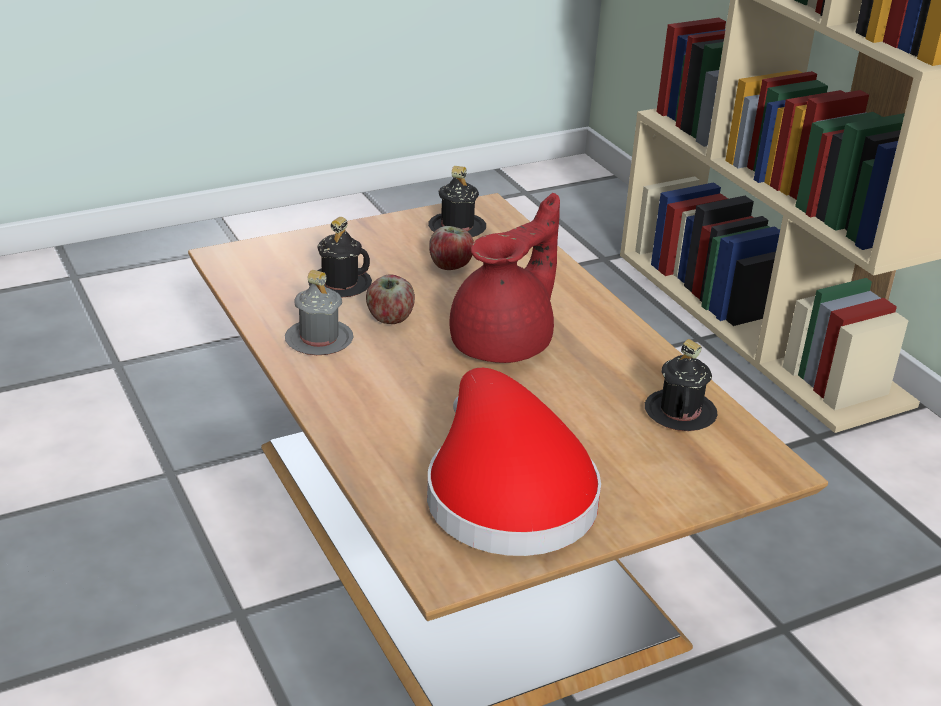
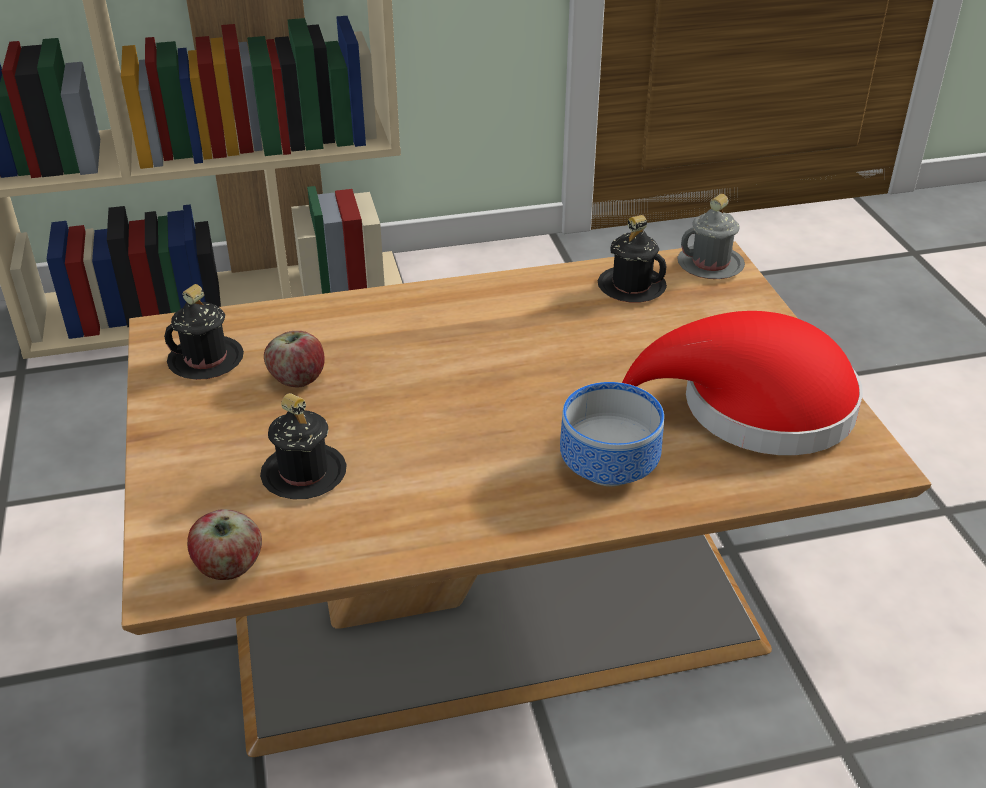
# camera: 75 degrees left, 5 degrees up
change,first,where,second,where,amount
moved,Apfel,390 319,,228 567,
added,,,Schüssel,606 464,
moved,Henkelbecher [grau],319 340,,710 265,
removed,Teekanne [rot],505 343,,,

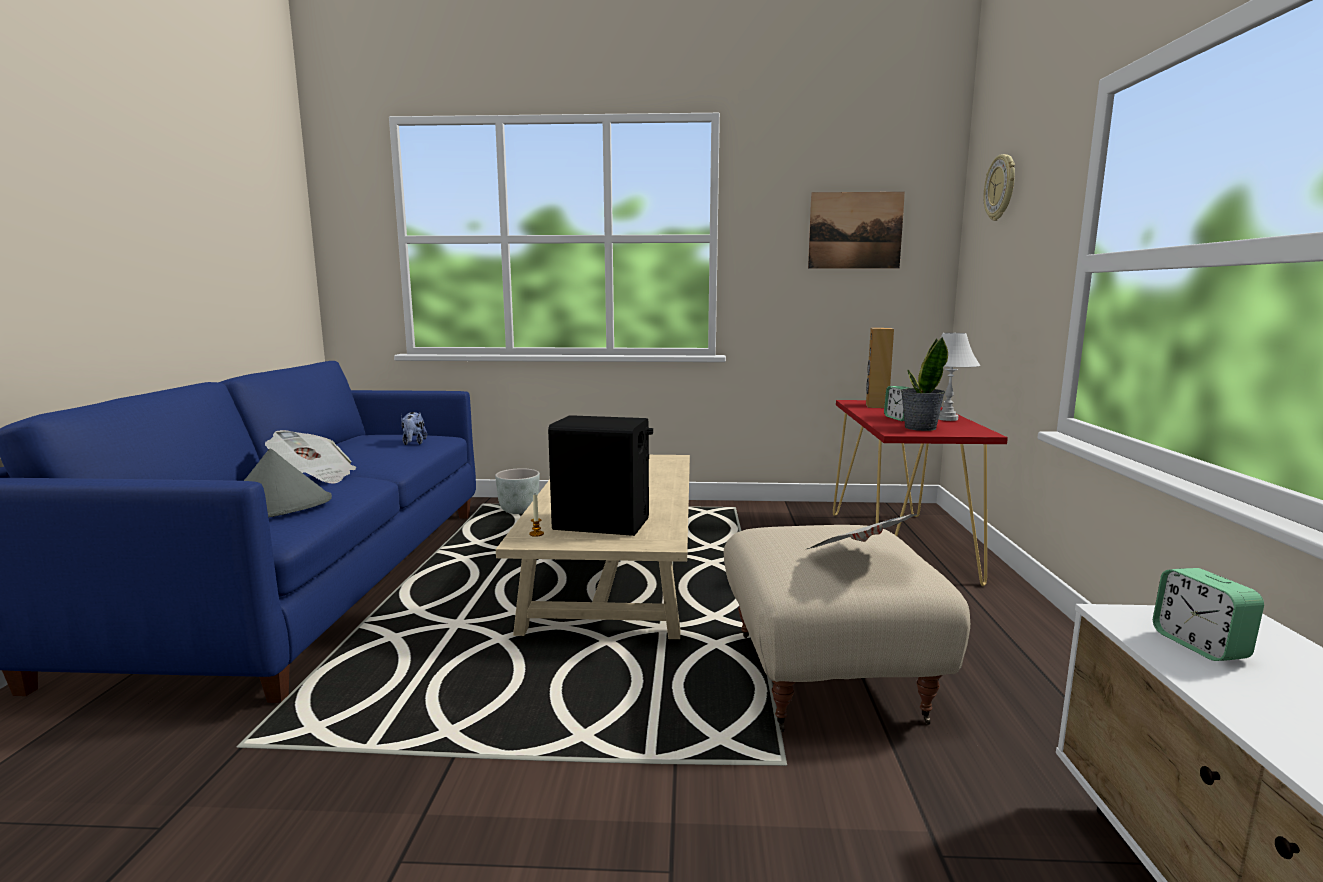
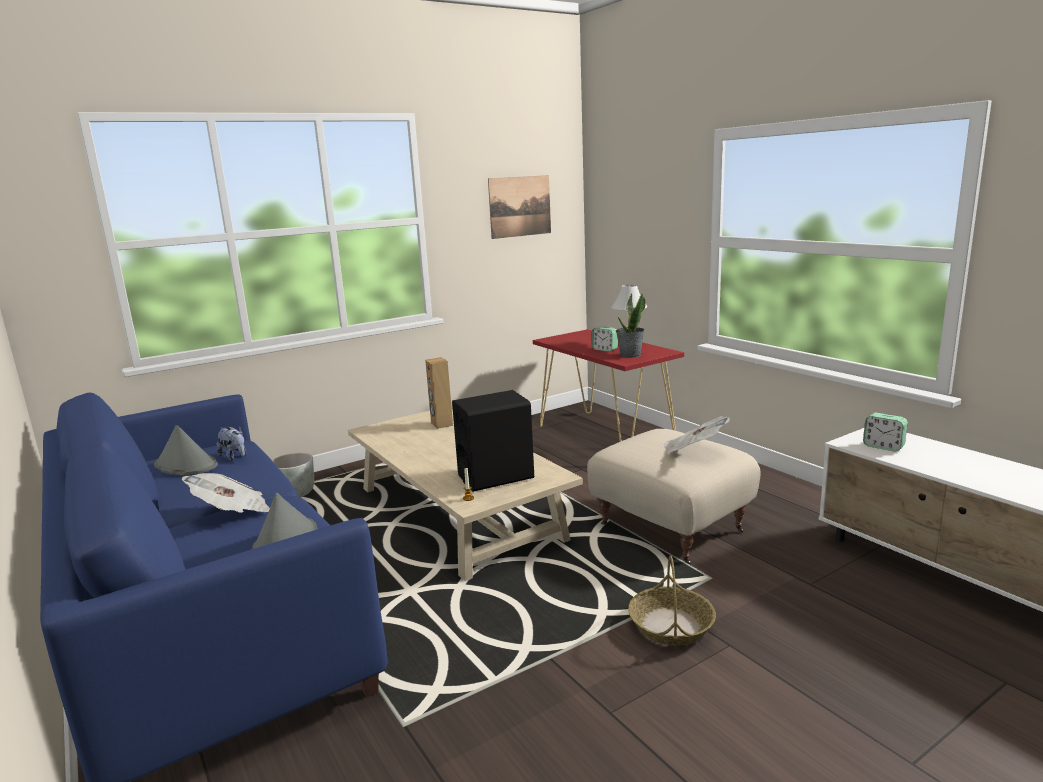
# camera: 35 degrees left, 5 degrees up
change,first,where,second,where,amount
added,,,Hut [grau],185 465,
moved,Lautsprecher [braun],876 406,,441 424,
added,,,Korb,671 626,
removed,Wanduhr,1001 187,,,

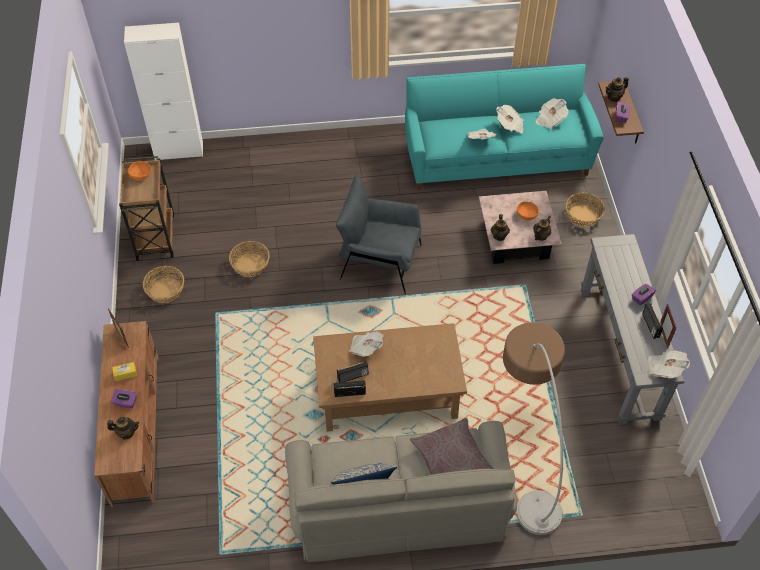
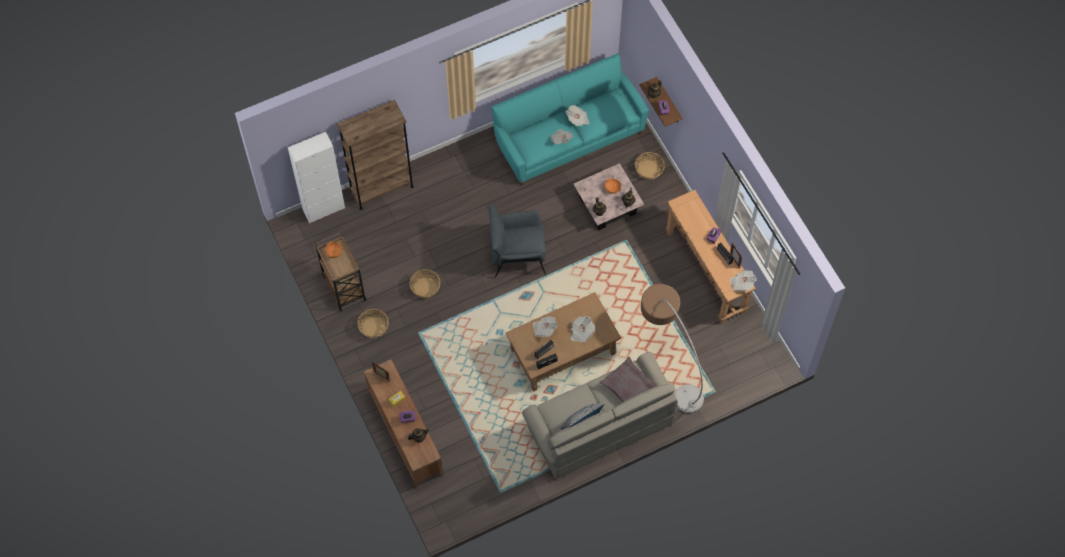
# camera: 20 degrees left, 10 degrees up
change,first,where,second,where,amount
added,,,Bücherregal [braun],381 188,
moved,Zeitung,550 119,,581 332,
recoloured,Konsolentisch [grau],618 352,Konsolentisch [braun],705 271,

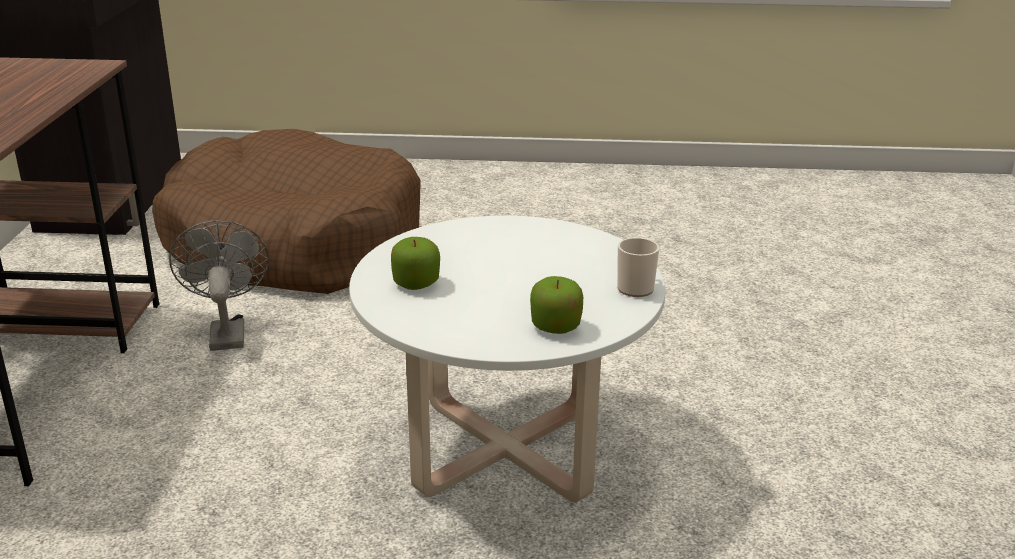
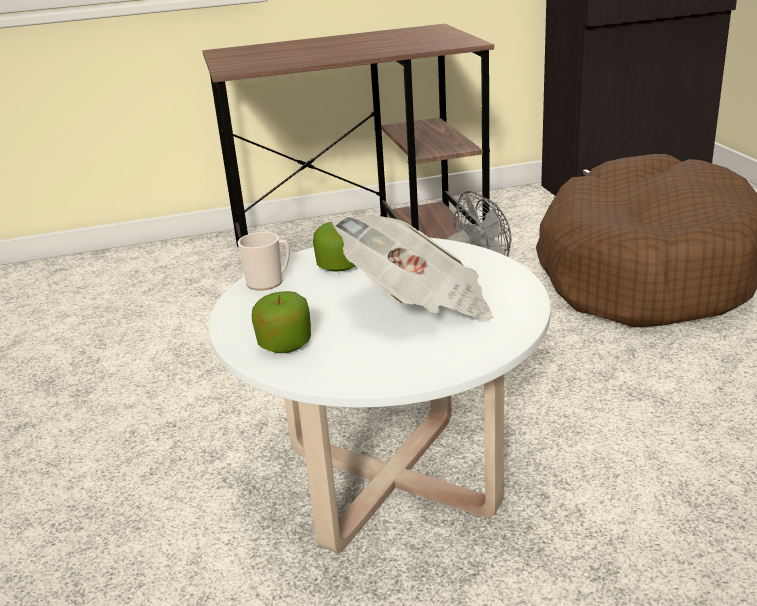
# camera: 75 degrees right, 0 degrees up
change,first,where,second,where,amount
moved,Henkelbecher,636 286,,269 282,
added,,,Zeitung,418 304,

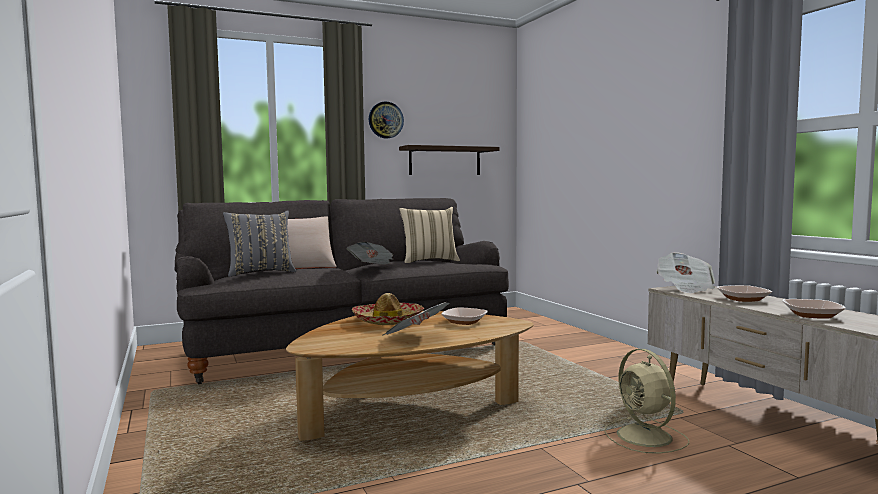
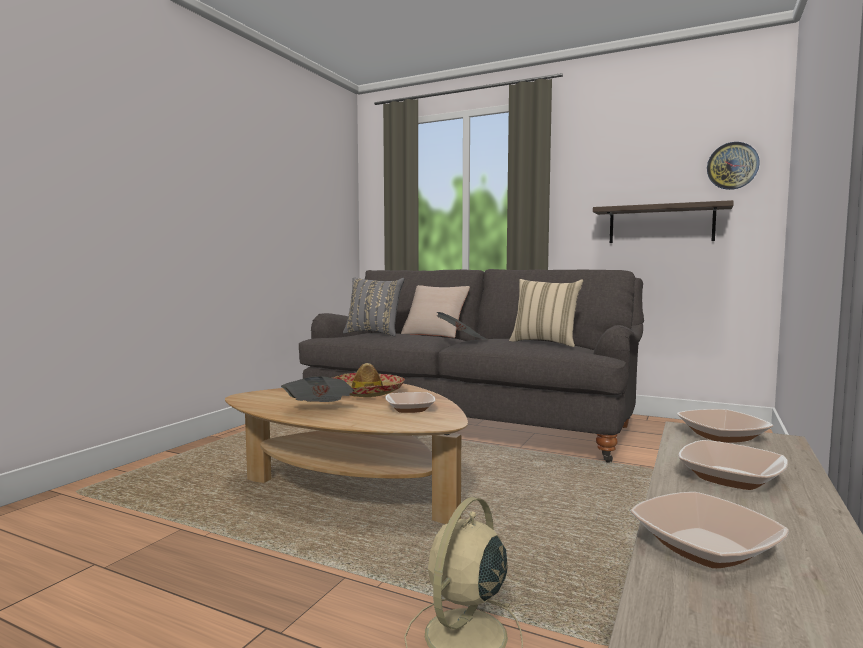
# camera: 50 degrees right, 0 degrees up
change,first,where,second,where,amount
replaced,Zeitung,685 288,Schüssel,722 436,
moved,Wanduhr,385 120,,732 166,

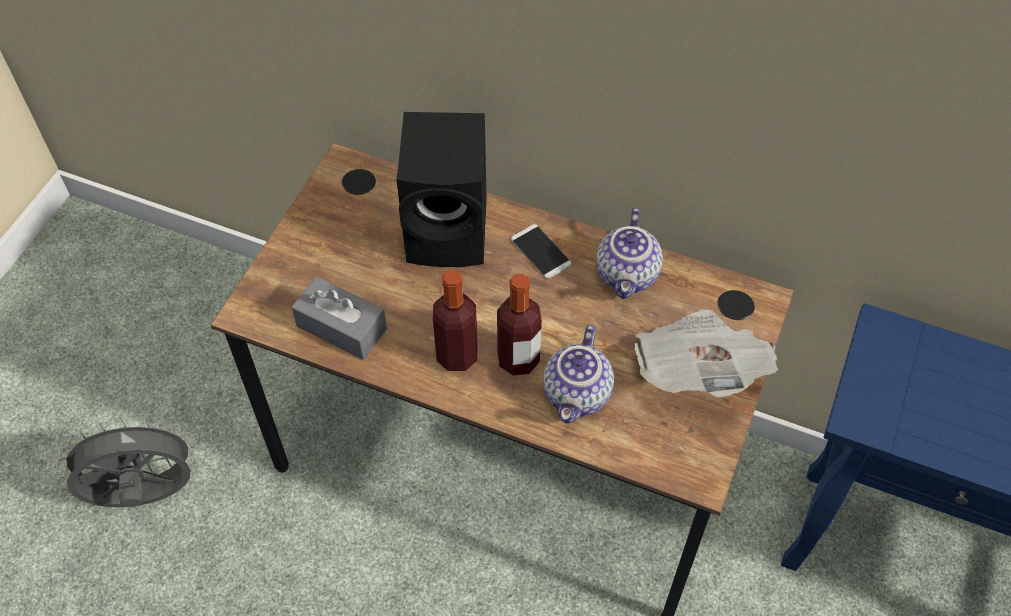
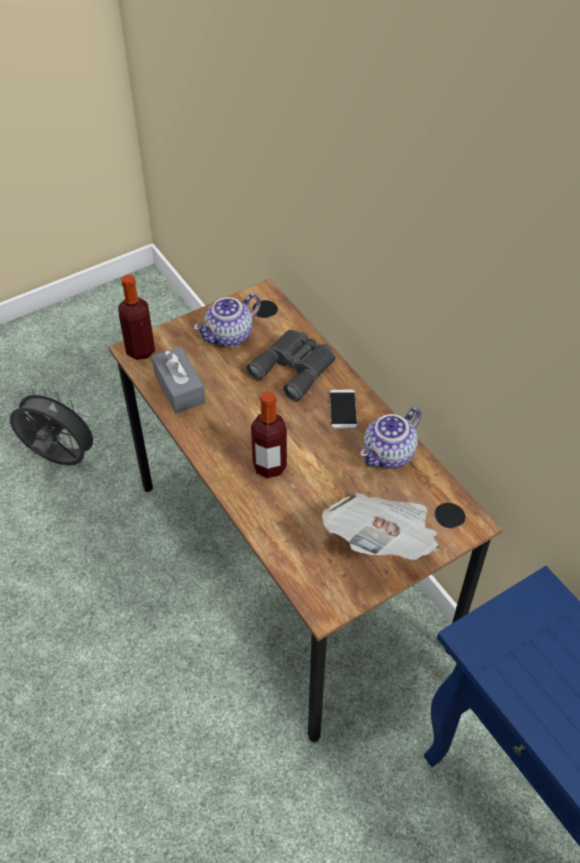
# camera: 35 degrees right, 5 degrees down
change,first,where,second,where,amount
moved,Flasche,457 356,,140 350,
moved,Teekanne,578 395,,229 337,
replaced,Lautsprecher [schwarz],451 232,Fernglas [grau],295 367,

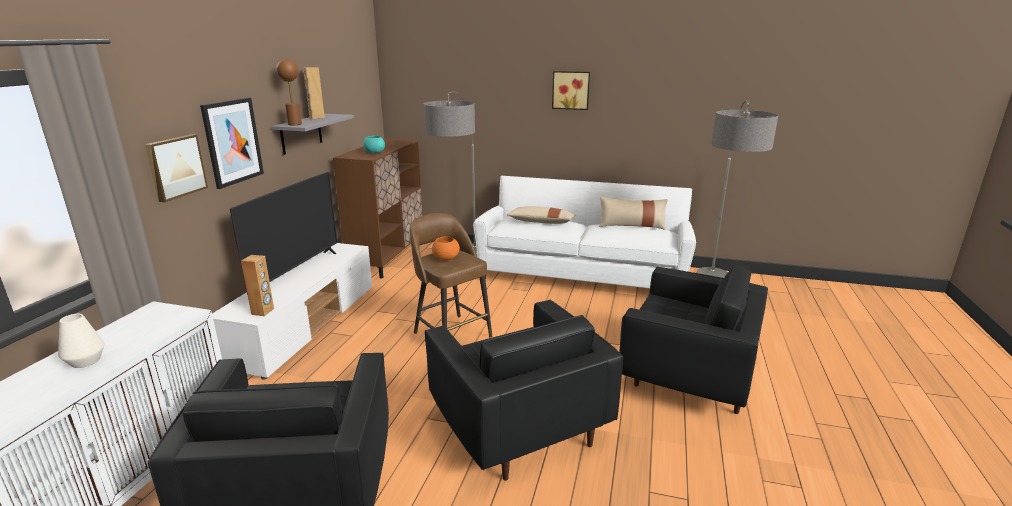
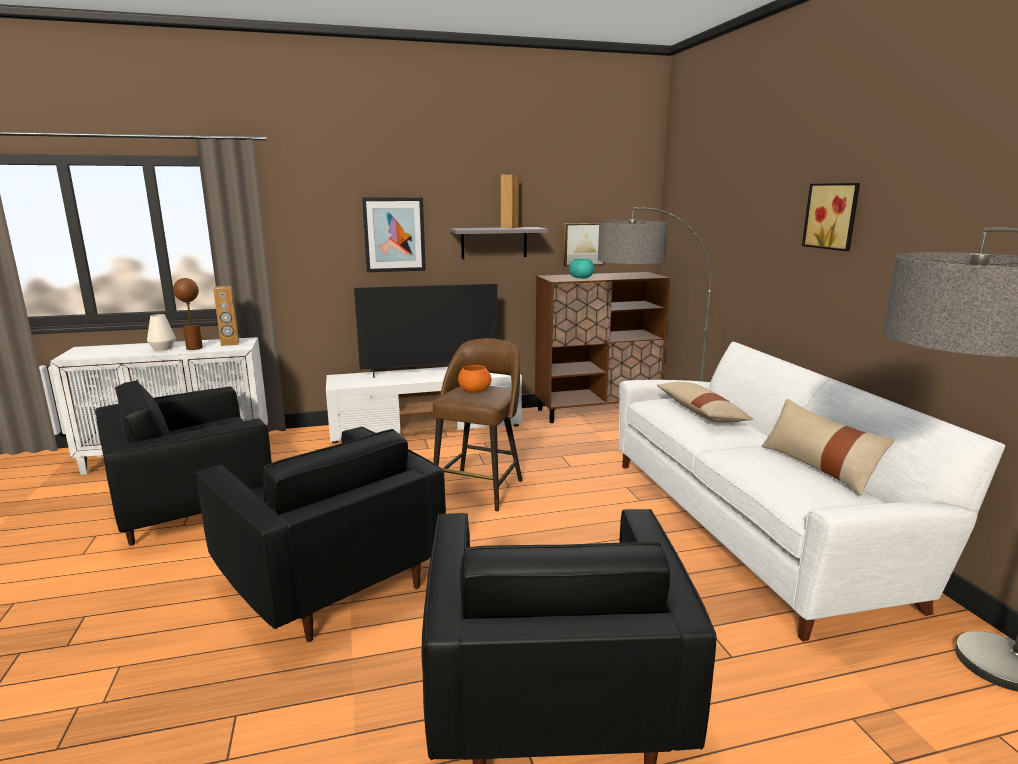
# camera: 60 degrees right, 5 degrees down
change,first,where,second,where,amount
moved,Tischlampe [braun],294 124,,194 348,
turned,Sessel [schwarz],518 425,,329 579,75 degrees counterclockwise
moved,Lautsprecher [braun],263 311,,230 343,
moved,Bild,175 167,,583 244,

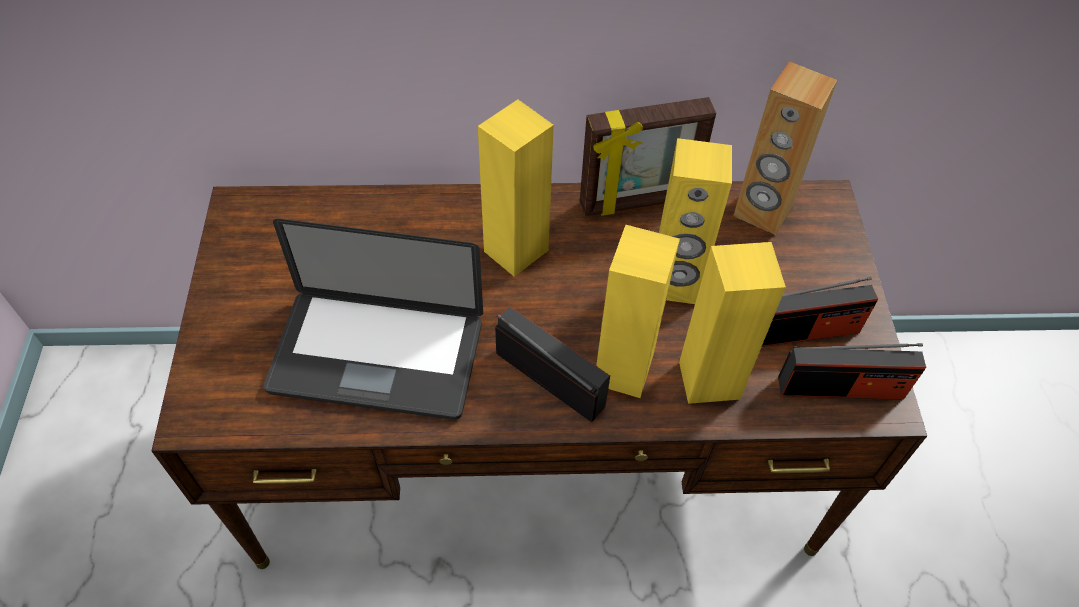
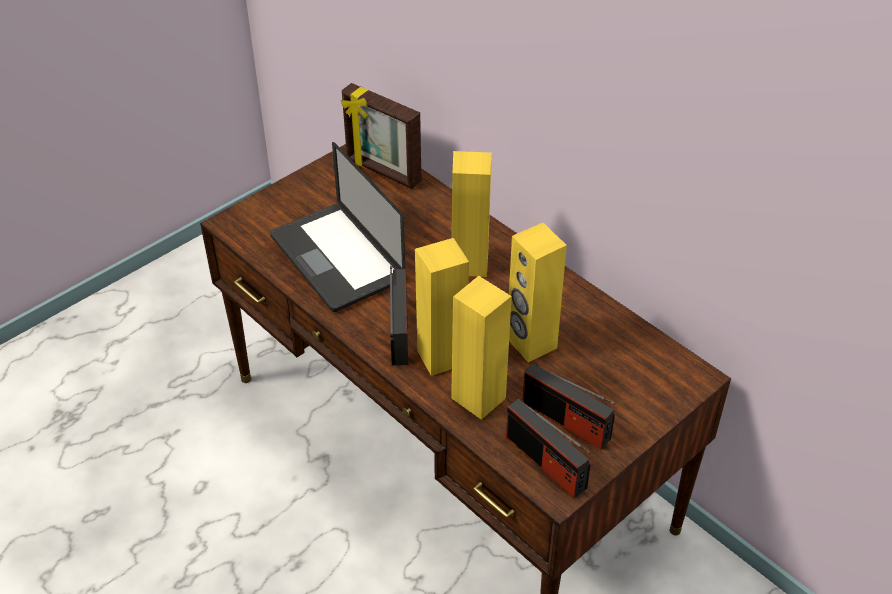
# camera: 50 degrees right, 10 degrees down
change,first,where,second,where,amount
moved,Bilderrahmen,638 202,,382 171,
removed,Lautsprecher [braun],762 212,,,

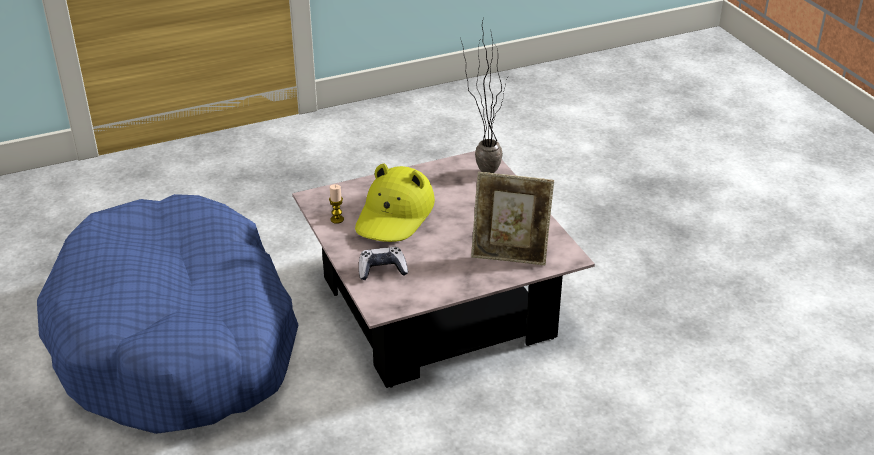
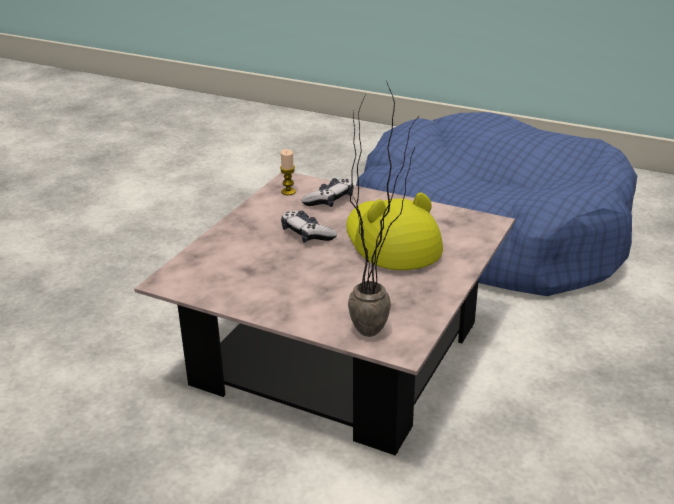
# camera: 140 degrees right, 5 degrees down
change,first,where,second,where,amount
moved,Kerze,337 219,,288 192,
added,,,Gamepad,307 234,
removed,Bilderrahmen,510 253,,,

